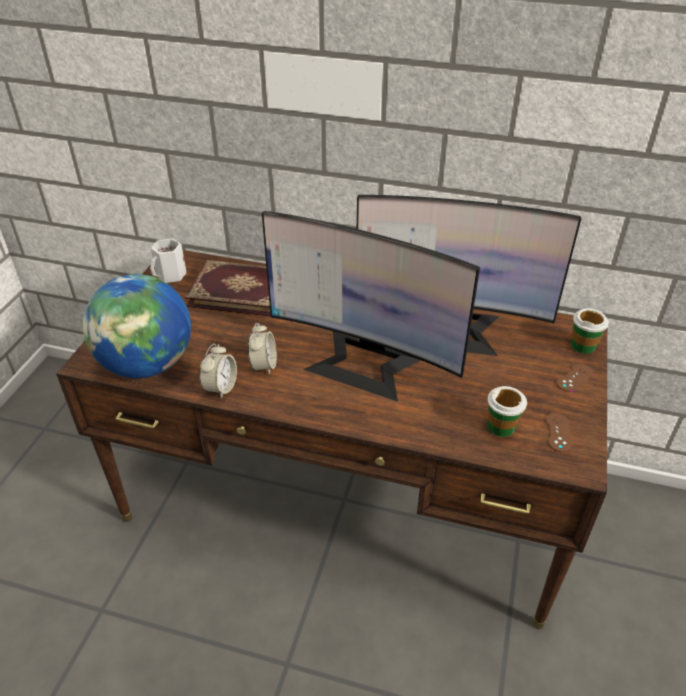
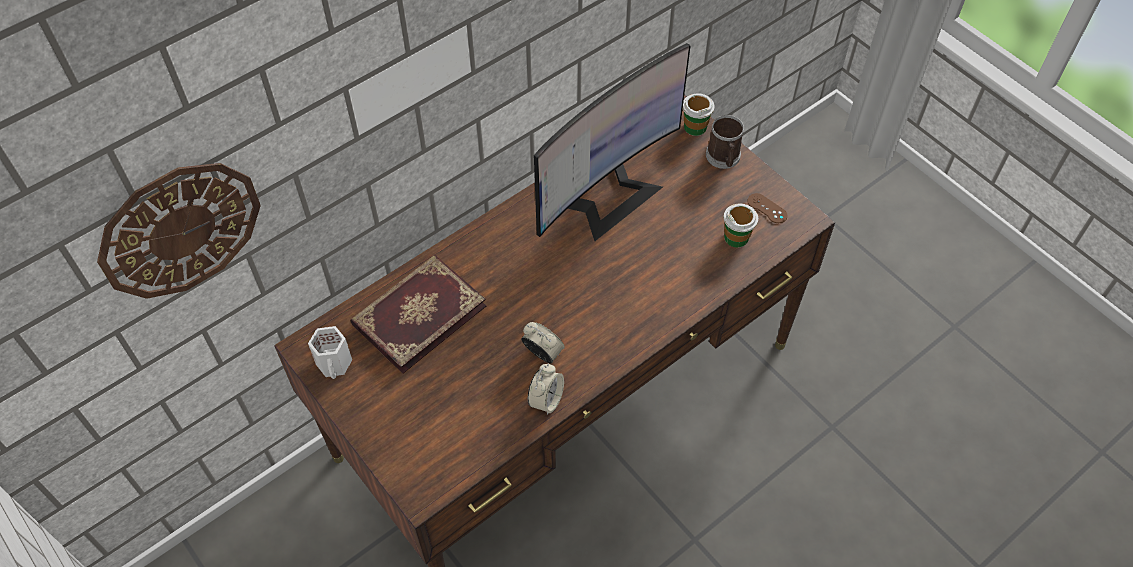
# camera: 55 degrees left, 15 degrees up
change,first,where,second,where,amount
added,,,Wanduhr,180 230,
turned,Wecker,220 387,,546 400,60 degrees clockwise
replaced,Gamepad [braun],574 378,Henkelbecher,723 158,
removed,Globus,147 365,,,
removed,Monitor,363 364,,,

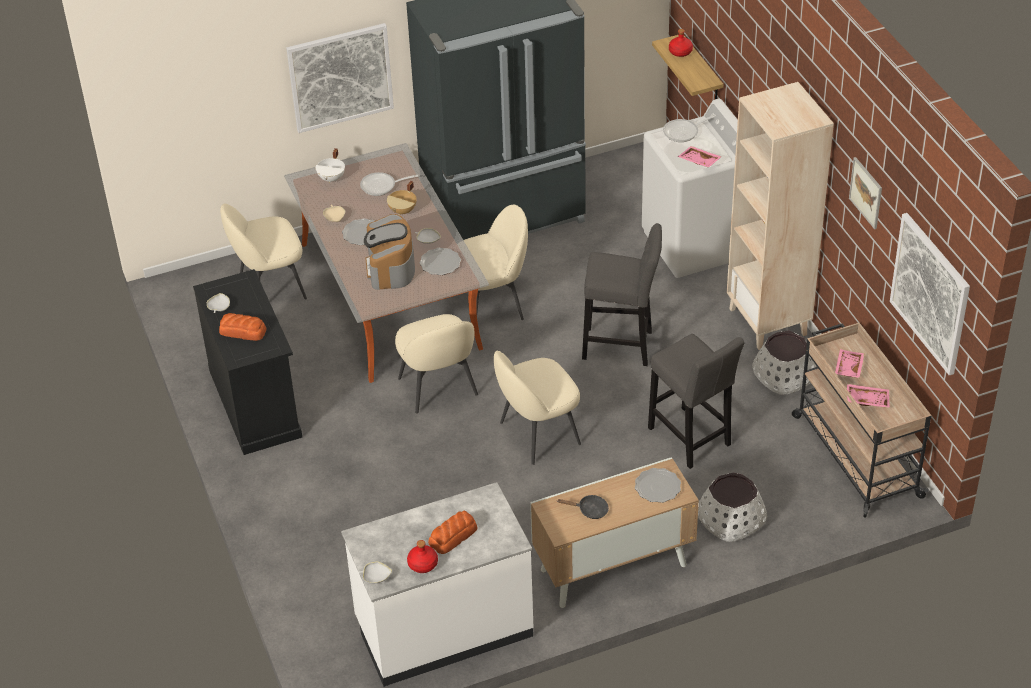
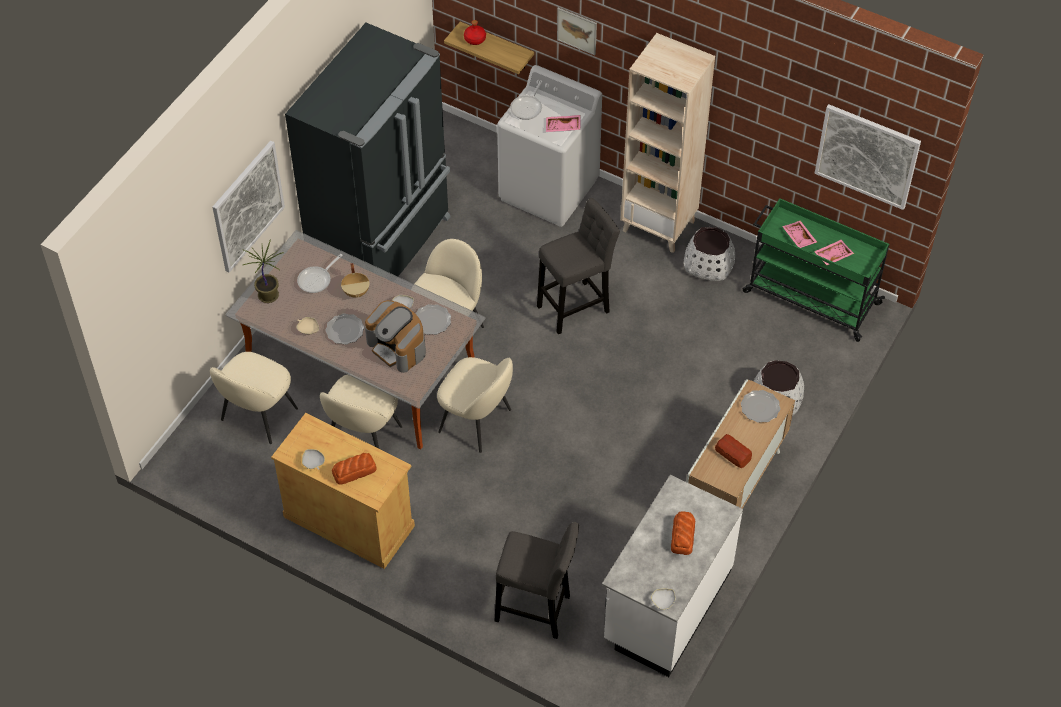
# camera: 40 degrees left, 10 degrees up
change,first,where,second,where,amount
replaced,Kochtopf [weiß],332 178,Topfpflanze,269 295,
recoloured,Schrank [schwarz],255 403,Schrank [beige],349 521,
moved,Stuhl [beige],537 434,,363 437,
moved,Hocker [grau],691 440,,536 610,
moved,Bild,866 192,,577 30,
replaced,Pfanne [schwarz],589 510,Brot,733 454,
recoloured,Rollwagen [beige],855 455,Rollwagen [grün],810 297,
removed,Flasche [rot],423 564,,,

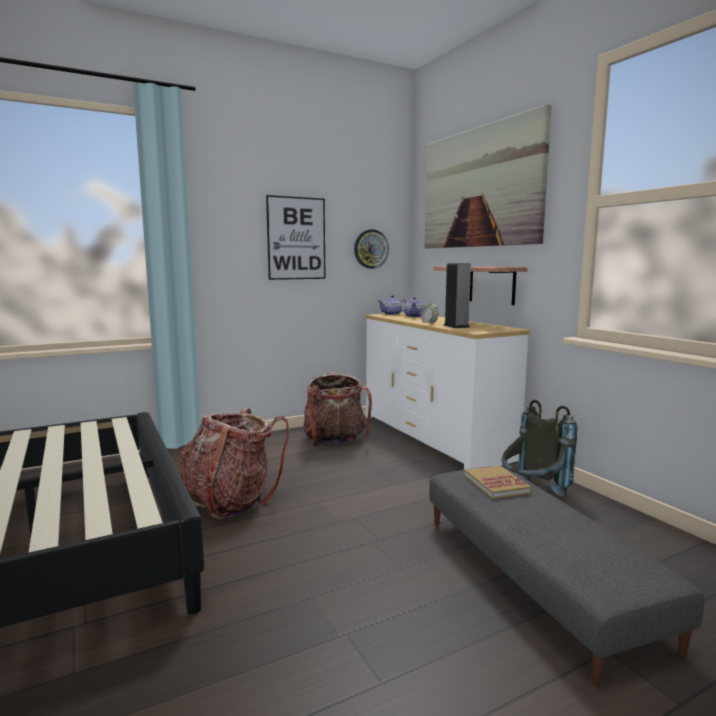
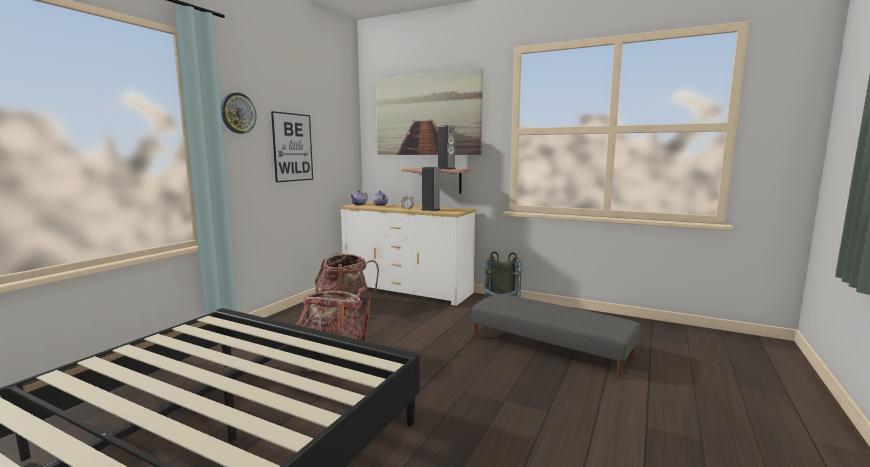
# camera: 35 degrees left, 0 degrees up
change,first,where,second,where,amount
moved,Wanduhr,371 249,,238 113,
added,,,Lautsprecher,446 169,
removed,Buch,496 484,,,

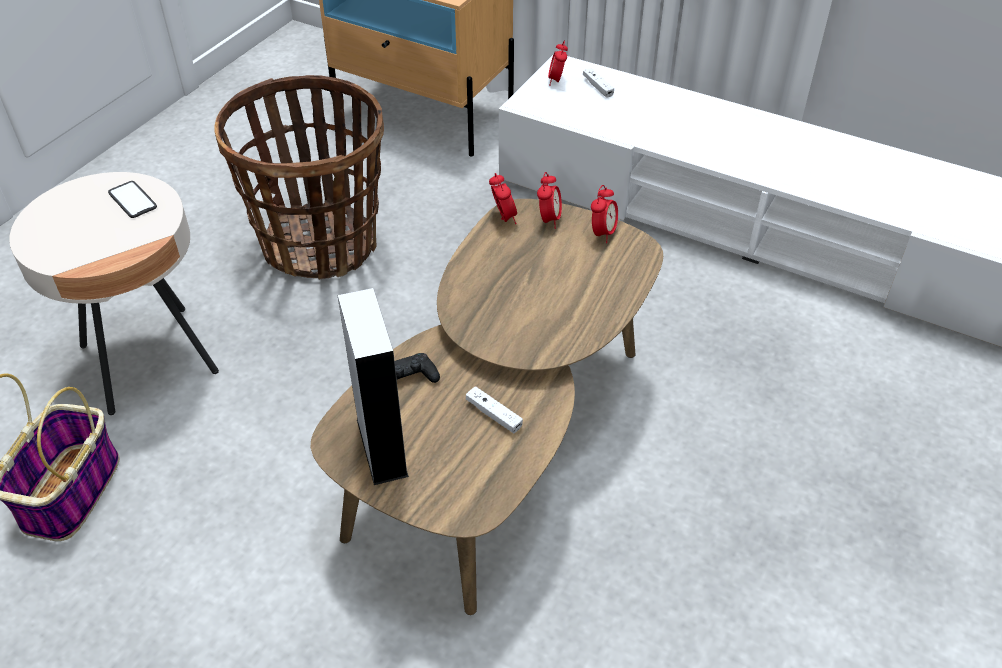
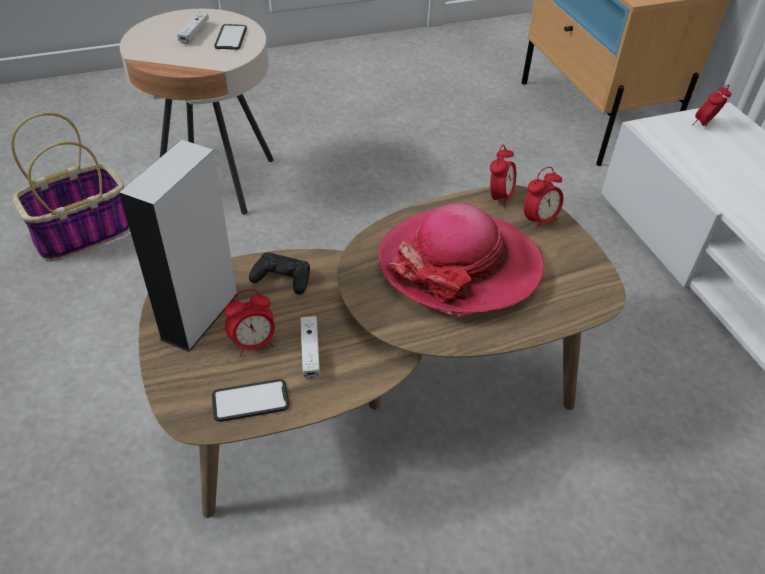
# camera: 40 degrees right, 0 degrees up
change,first,where,second,where,amount
moved,Gamepad [weiß],597 87,,194 33,
added,,,Handy,250 401,
moved,Wecker,603 233,,253 344,
added,,,Hut,459 265,
removed,Korb,320 244,,,

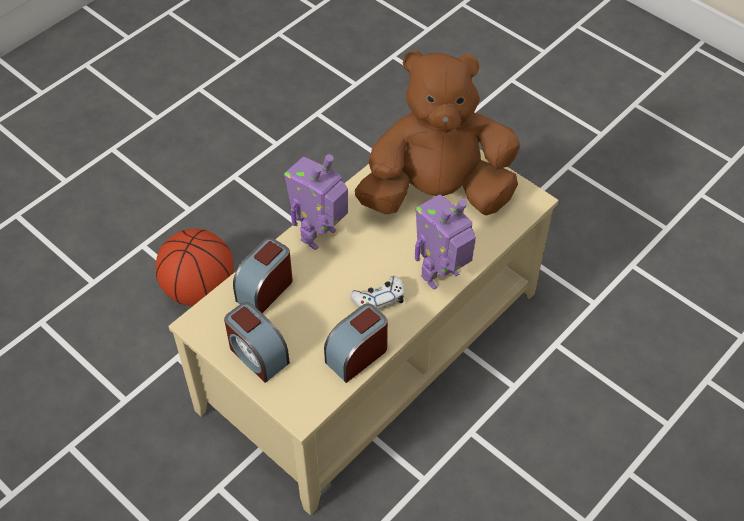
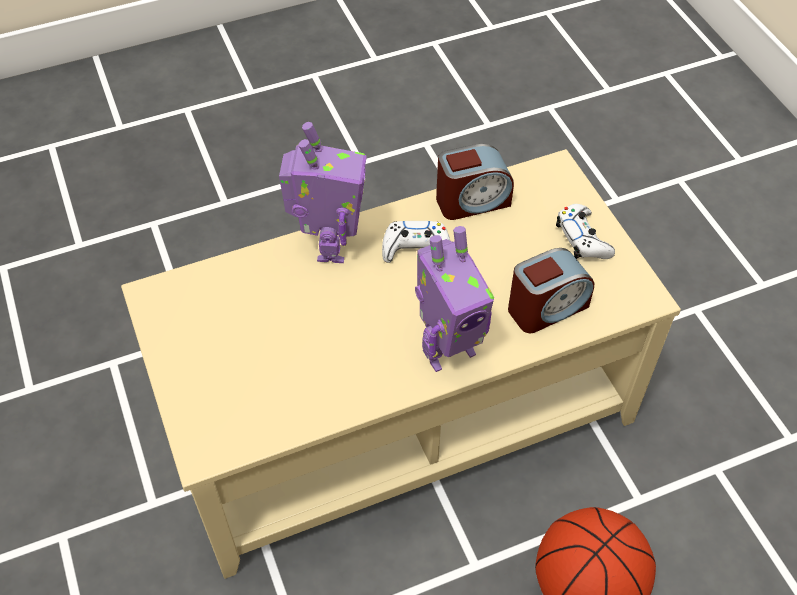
# camera: 155 degrees left, 0 degrees up
change,first,where,second,where,amount
turned,Spielzeugroboter,441 276,,329 246,75 degrees counterclockwise
replaced,Wecker,257 355,Gamepad [weiß],582 239,
removed,Plüschtier [braun],437 193,,,

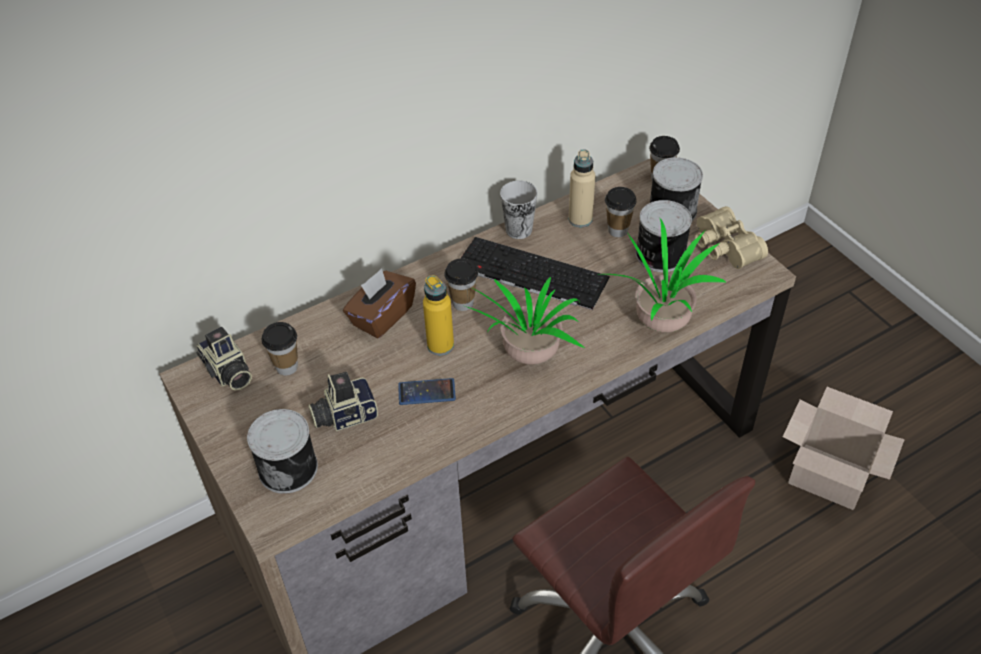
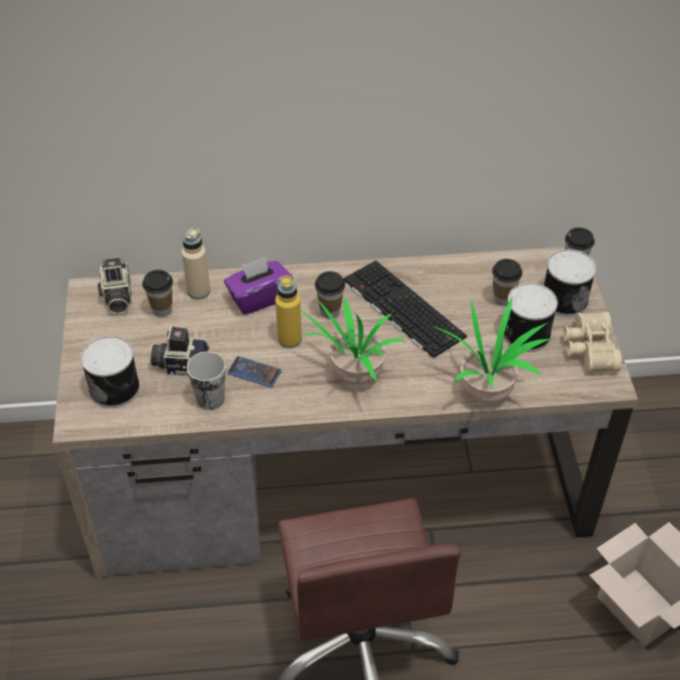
# camera: 25 degrees right, 0 degrees up
change,first,where,second,where,amount
moved,Flasche [beige],580 219,,198 291,
moved,Tasse,518 230,,210 399,
recoloured,Taschentuchbox [braun],382 316,Taschentuchbox [lila],259 298,

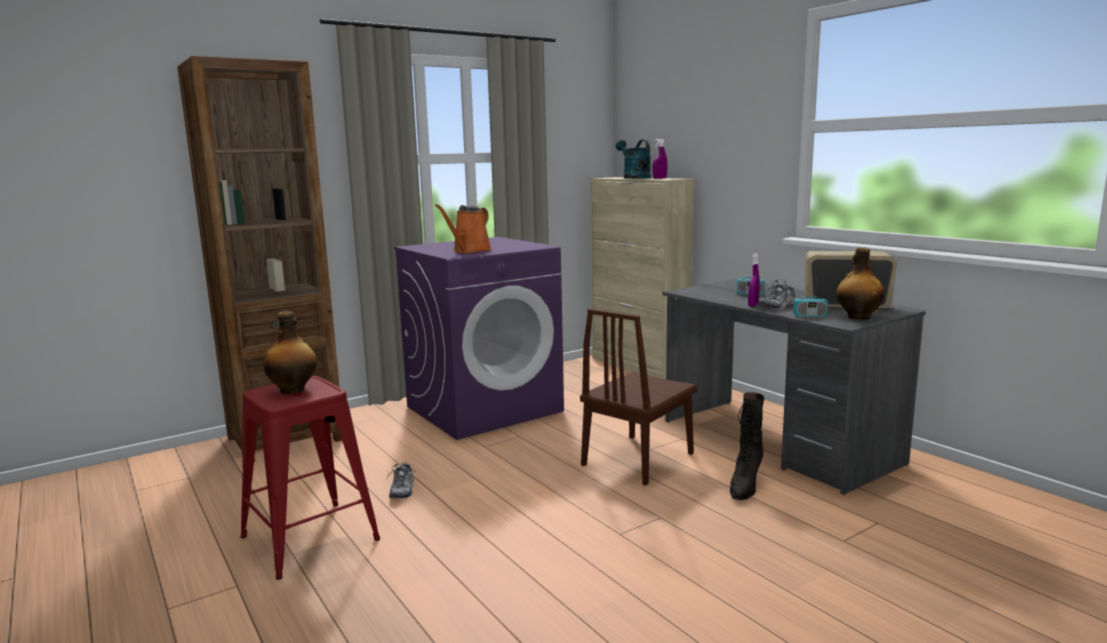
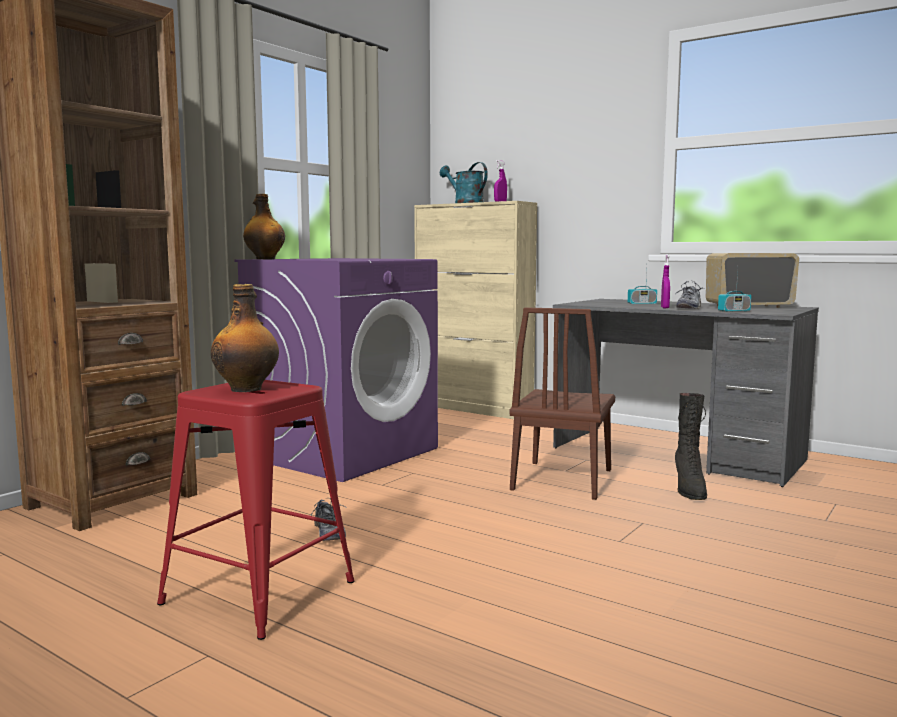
# camera: 20 degrees left, 5 degrees down
change,first,where,second,where,amount
moved,Flasche,858 317,,264 259,
removed,Gießkanne [orange],469 250,,,

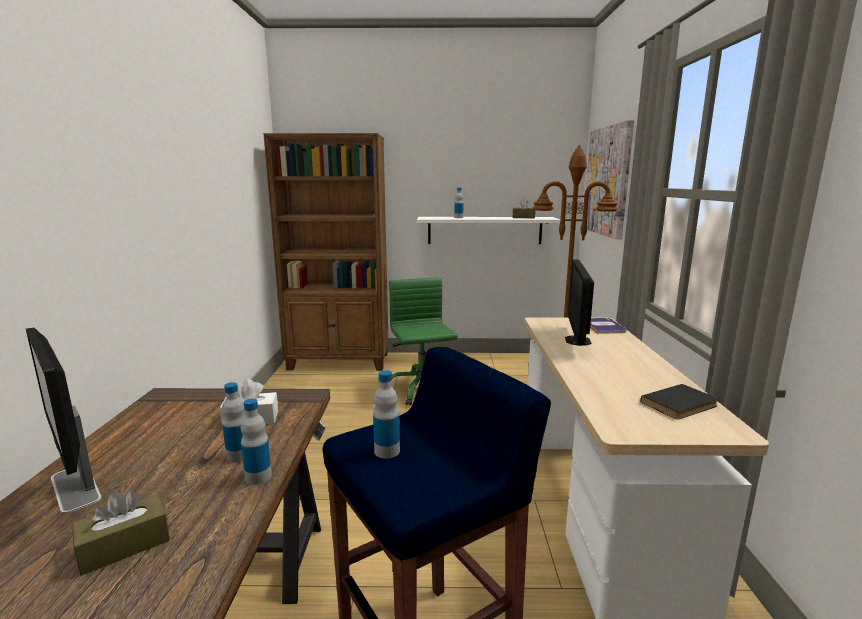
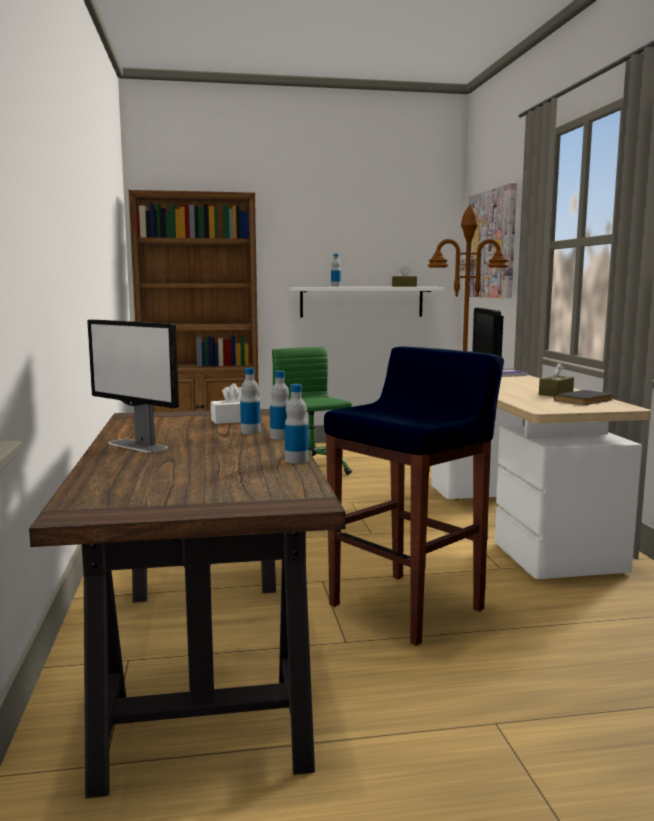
# camera: 10 degrees left, 5 degrees down
change,first,where,second,where,amount
moved,Flasche,387 451,,296 460,
moved,Taschentuchbox [braun],125 545,,556 393,

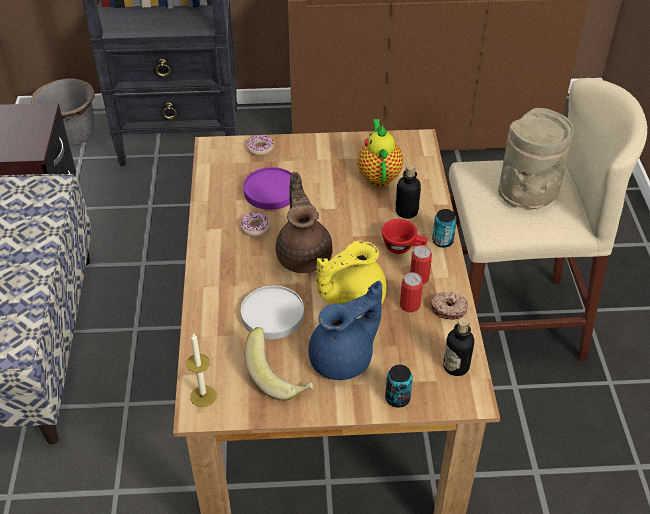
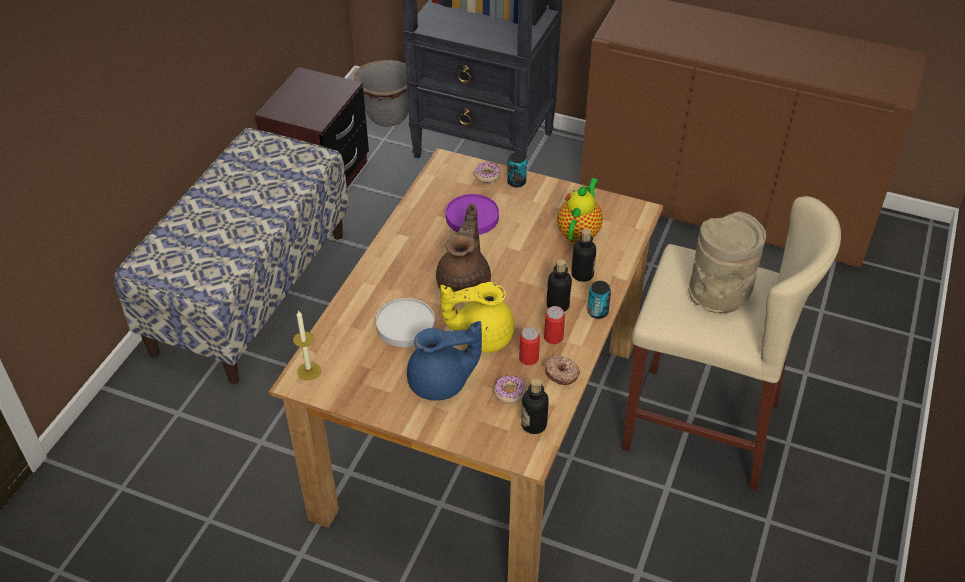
# camera: 25 degrees right, 0 degrees up
change,first,where,second,where,amount
moved,Donut,255 228,,509 392,
moved,Dose,397 398,,516 182,
replaced,Tasse [rot],403 247,Flasche,558 305,
removed,Banane,279 377,,,

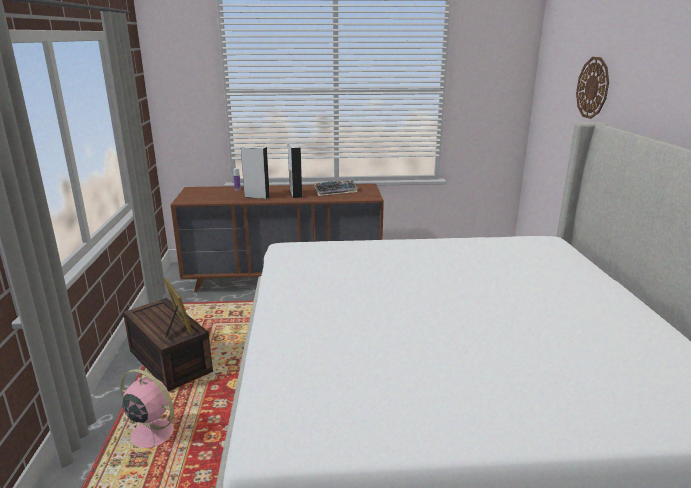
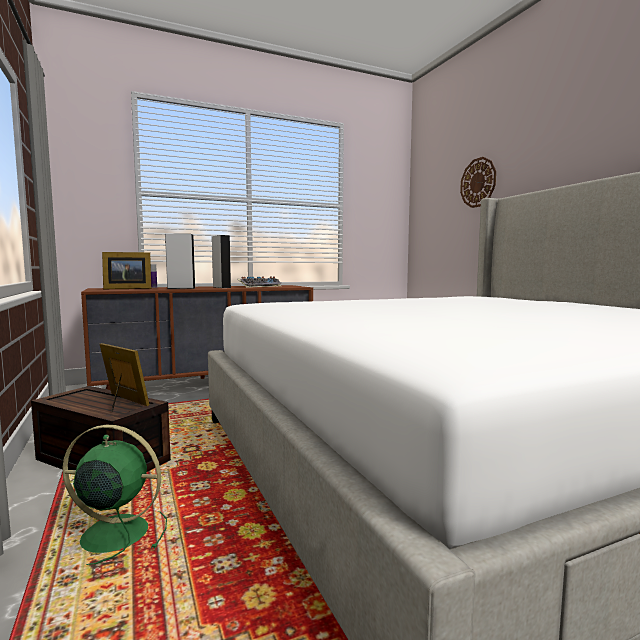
# camera: 20 degrees left, 15 degrees down
change,first,where,second,where,amount
recoloured,Ventilator [rosa],150 433,Ventilator [grün],111 534,
added,,,Bilderrahmen,126 288,

